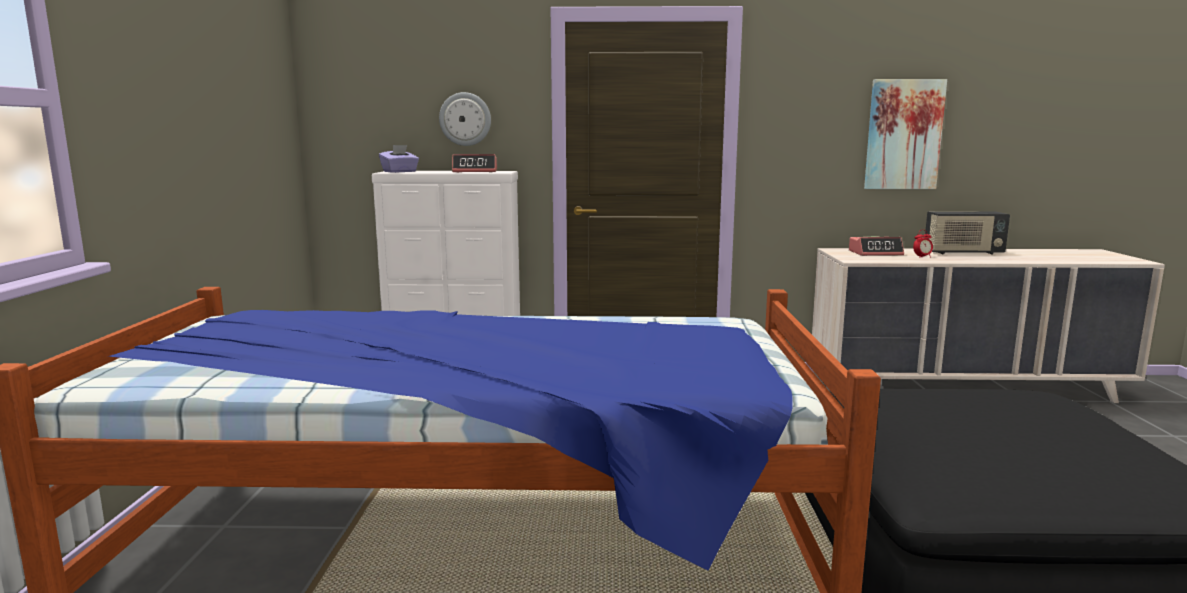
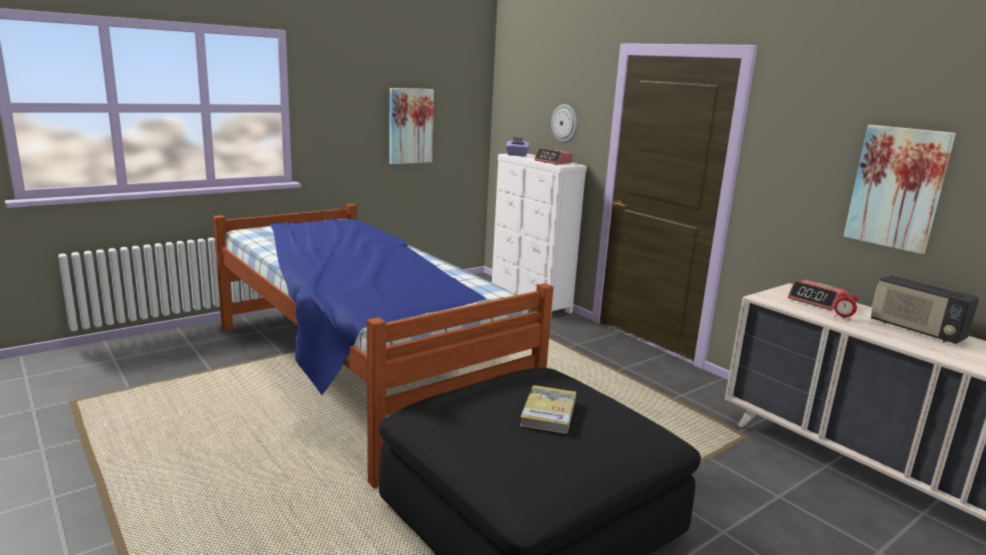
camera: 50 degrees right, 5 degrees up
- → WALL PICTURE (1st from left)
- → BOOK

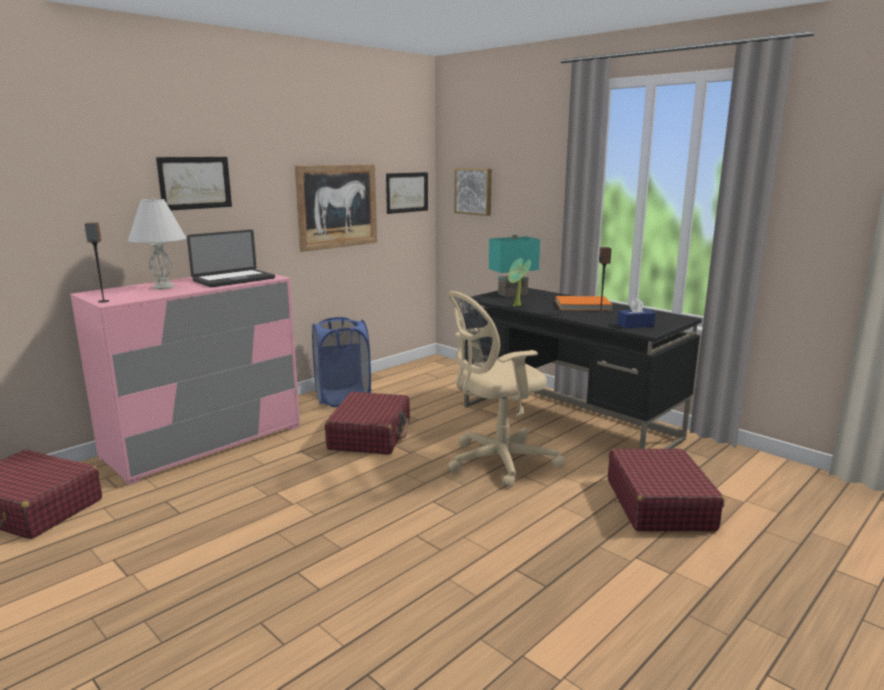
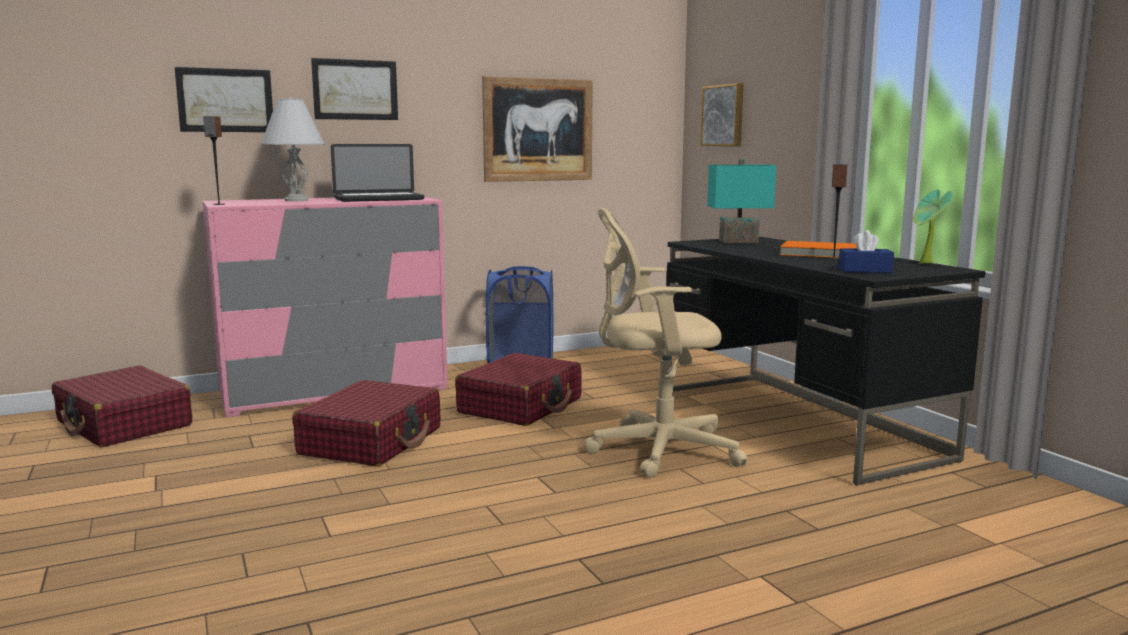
camera: 20 degrees right, 5 degrees down
WALL PICTURE (3rd from left in the first image) → WALL PICTURE (1st from left), moved
PLANT IN A POT, moved
RED TRAVEL CASE (3rd from left in the first image) → RED TRAVEL CASE (2nd from left), moved

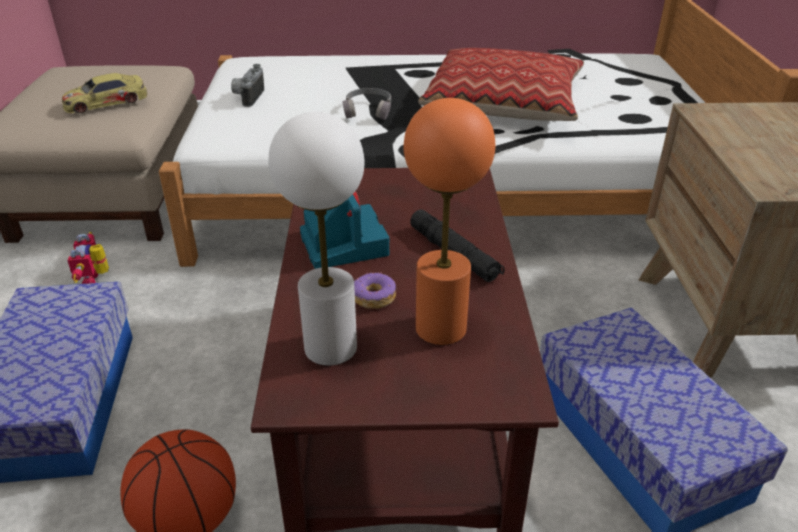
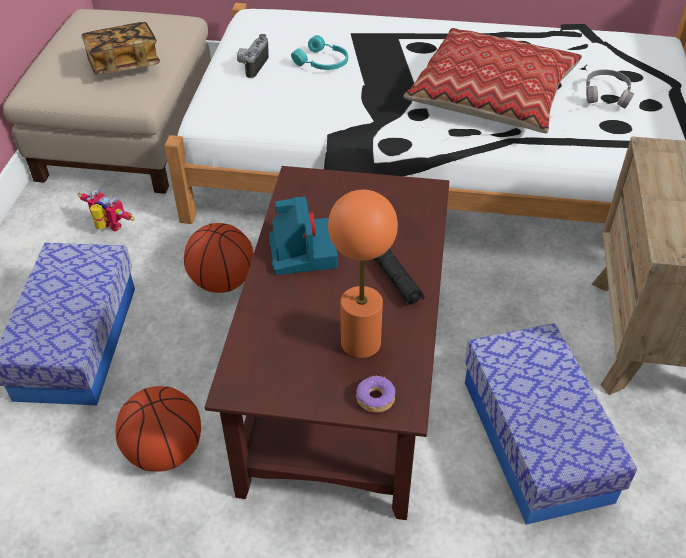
camera: 10 degrees right, 10 degrees up
TOY CAR → BOOK
ROBOT FIGURE, 120 degrees clockwise
WHITE LAMP FOR A TABLE → -
GRAY HEADPHONES, moved
RING DOUGHNUT, moved
- → BASKETBALL (2nd from left)
- → TURQUOISE-COLOURED HEADPHONES

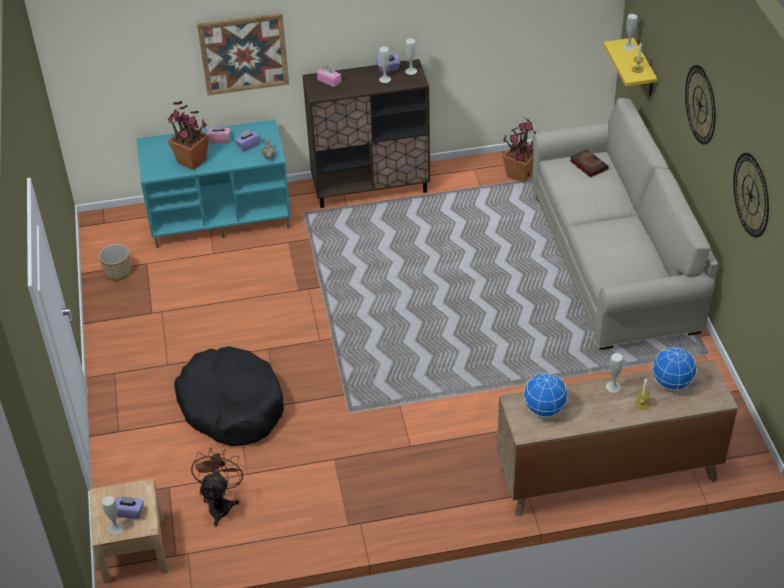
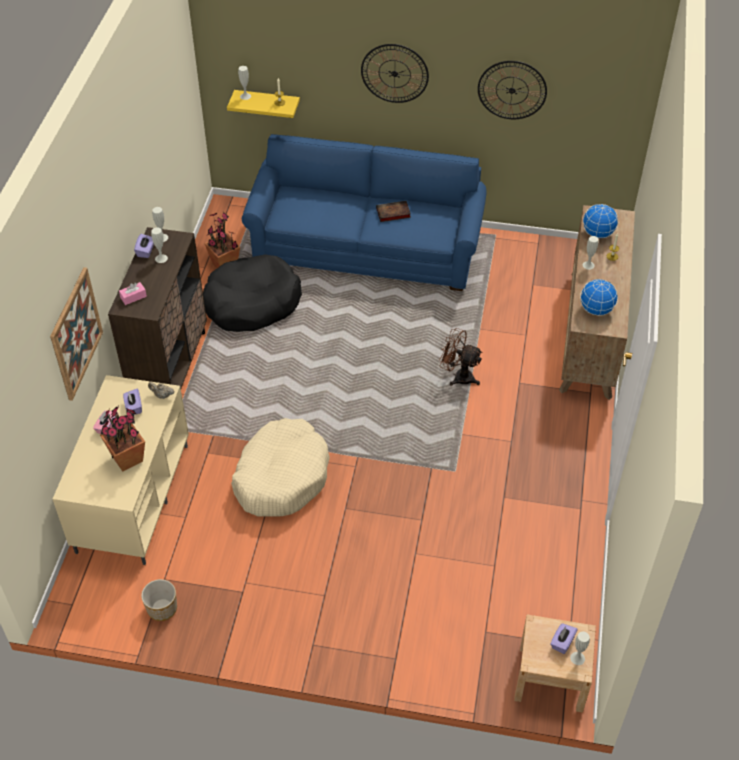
camera: 70 degrees left, 5 degrees up
TURQUOISE-COLOURED MEDIA CONSOLE → BEIGE MEDIA CONSOLE
BLACKISH DOG CUSHION, moved
BROWN FAN, moved
BEIGE SOFA → BLUE SOFA
BOOK, moved
- → BEIGE DOG CUSHION

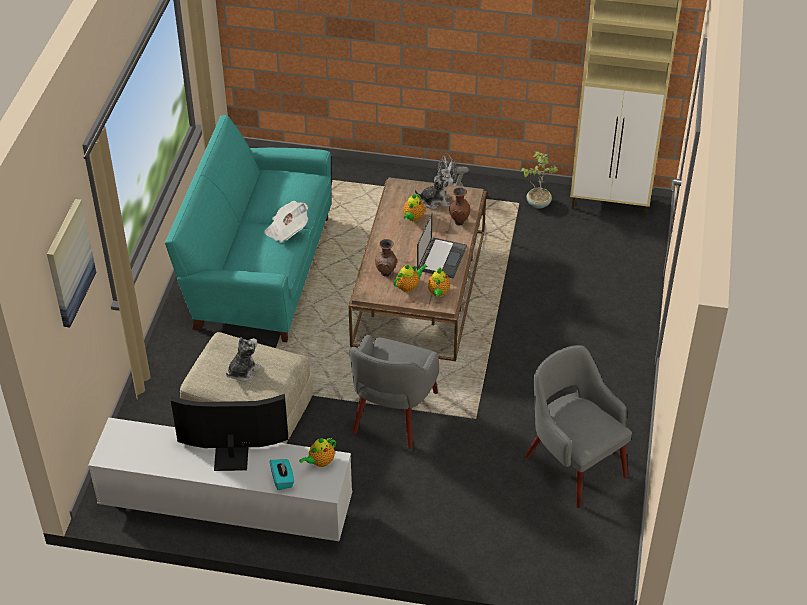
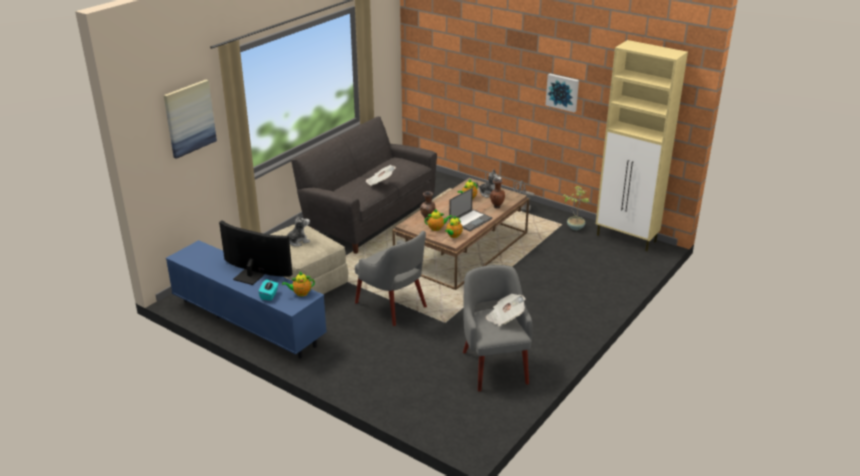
camera: 25 degrees right, 15 degrees down
WHITE MEDIA CONSOLE → BLUE MEDIA CONSOLE
TURQUOISE-COLOURED SOFA → GRAY SOFA
GRAY ARMCHAIR (1st from left), 90 degrees counterclockwise
- → DAILY PAPER (2nd from left)
- → WALL PICTURE (2nd from left)

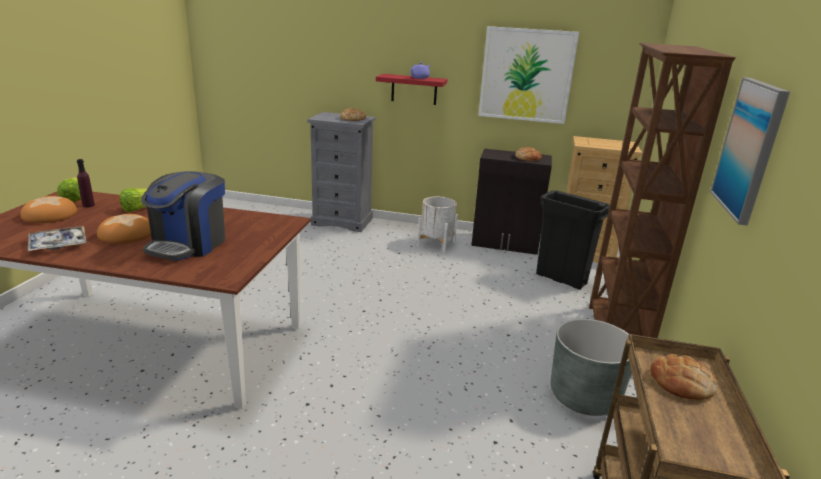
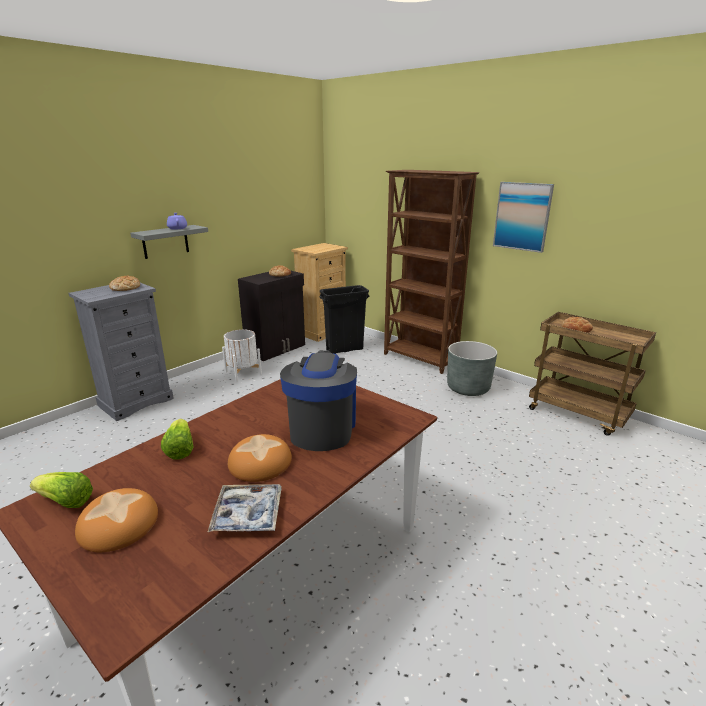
camera: 60 degrees left, 0 degrees up
PURPLISH BEVERAGE BOTTLE → -
COFFEE MACHINE, 135 degrees counterclockwise
RED BRACKET SHELF → GRAY BRACKET SHELF
WALL PICTURE (1st from left) → -

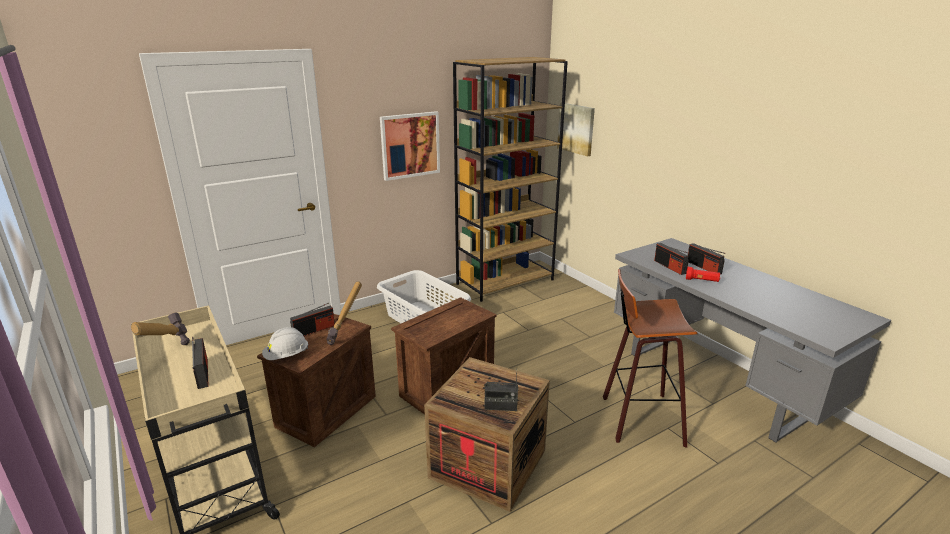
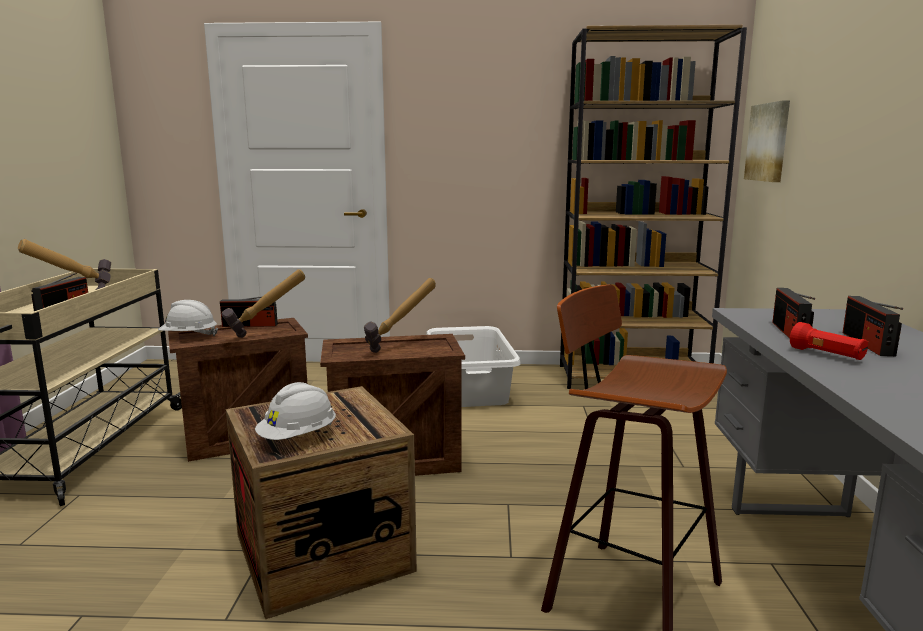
camera: 35 degrees right, 10 degrees down
WALL PICTURE (1st from left) → -
RADIO (3rd from left) → WHITE WORK HELMET (2nd from left)
- → TOOL HAMMER (3rd from left)

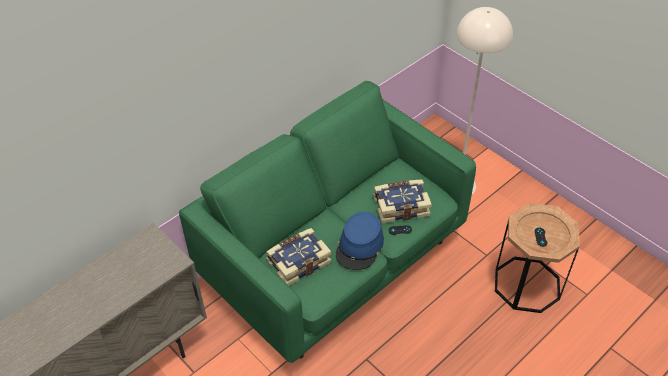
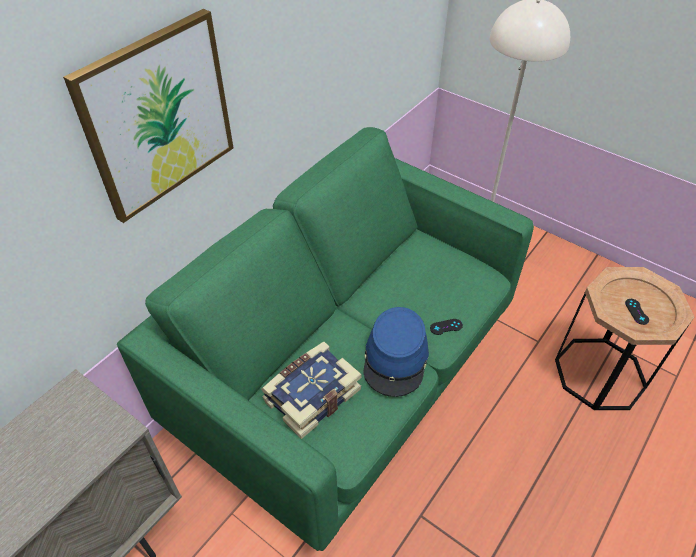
camera: 10 degrees left, 0 degrees up
BOOK (2nd from left) → -
- → WALL PICTURE

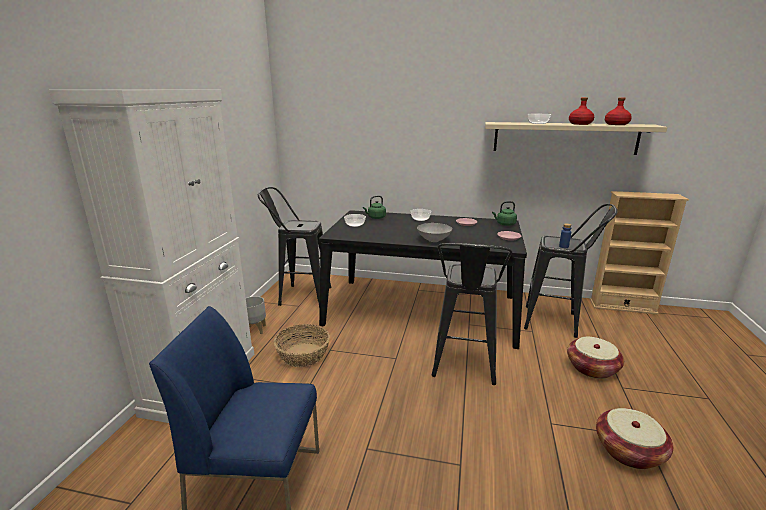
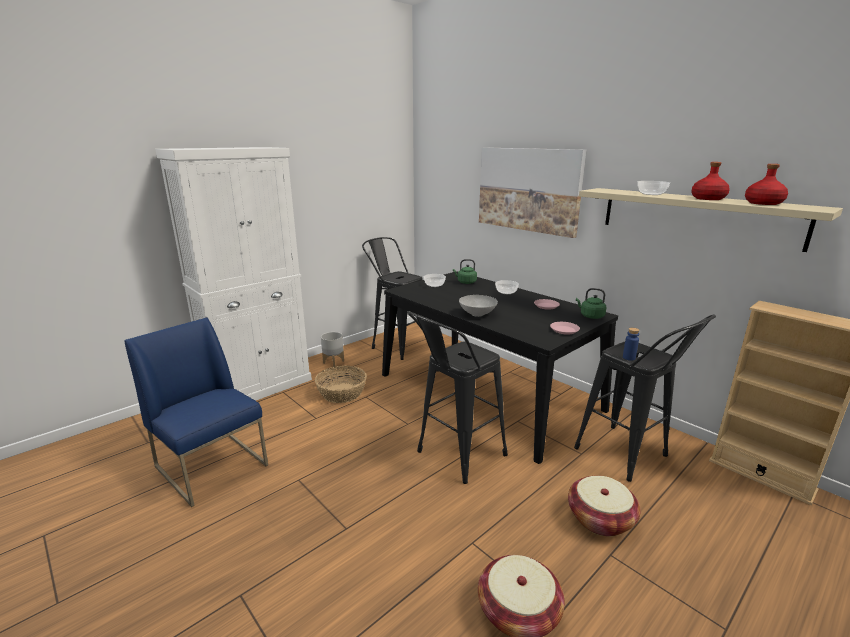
camera: 35 degrees right, 0 degrees up
- → WALL PICTURE

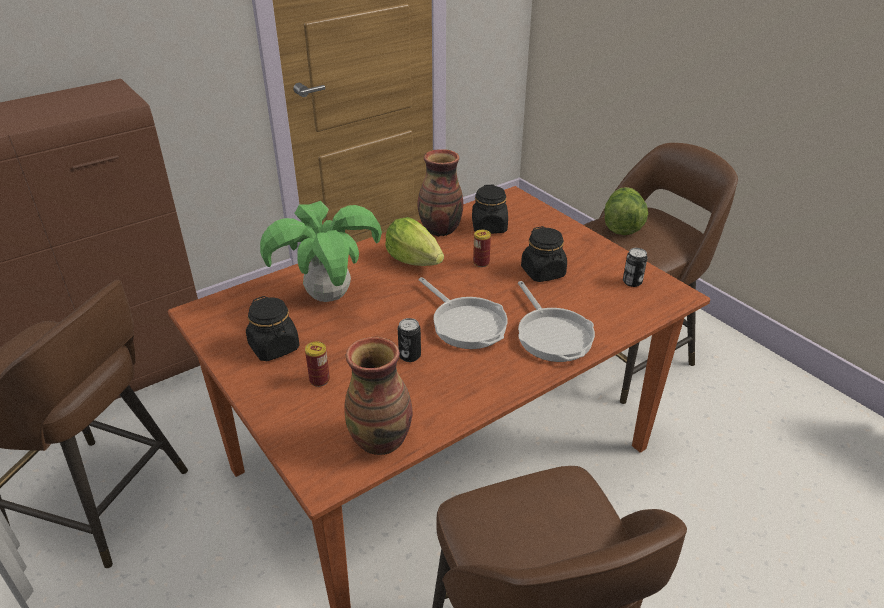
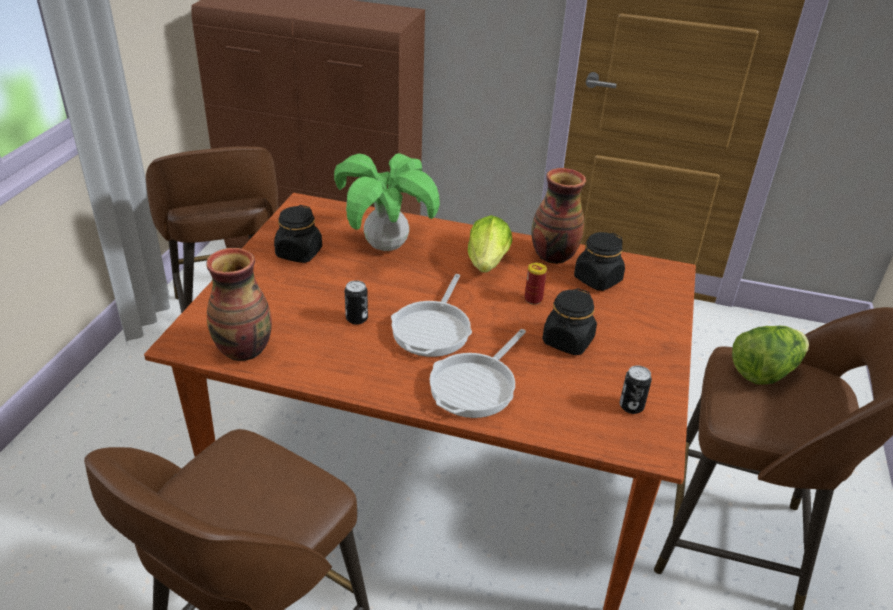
camera: 50 degrees right, 0 degrees up
SEALED CAN (1st from left) → -

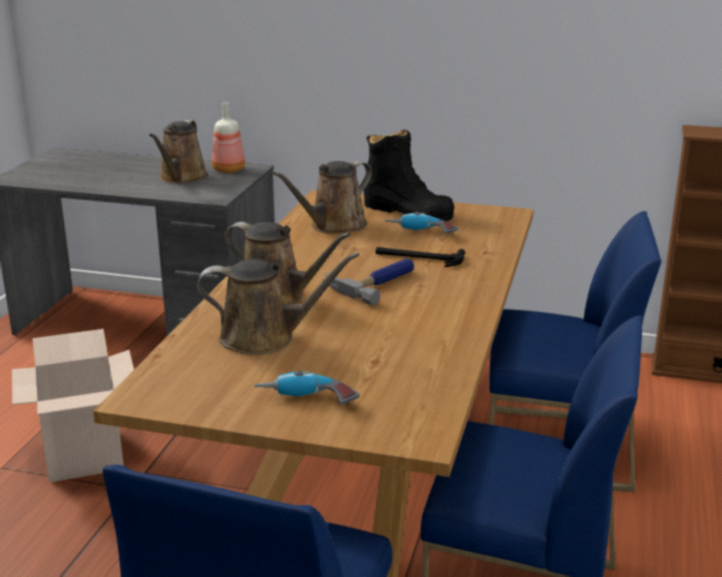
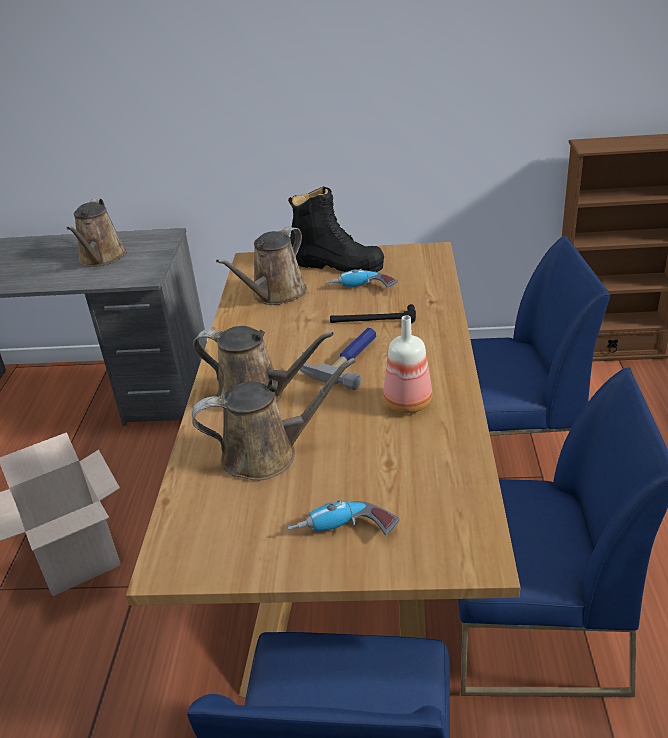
camera: 10 degrees left, 10 degrees up
BEVERAGE BOTTLE, moved

